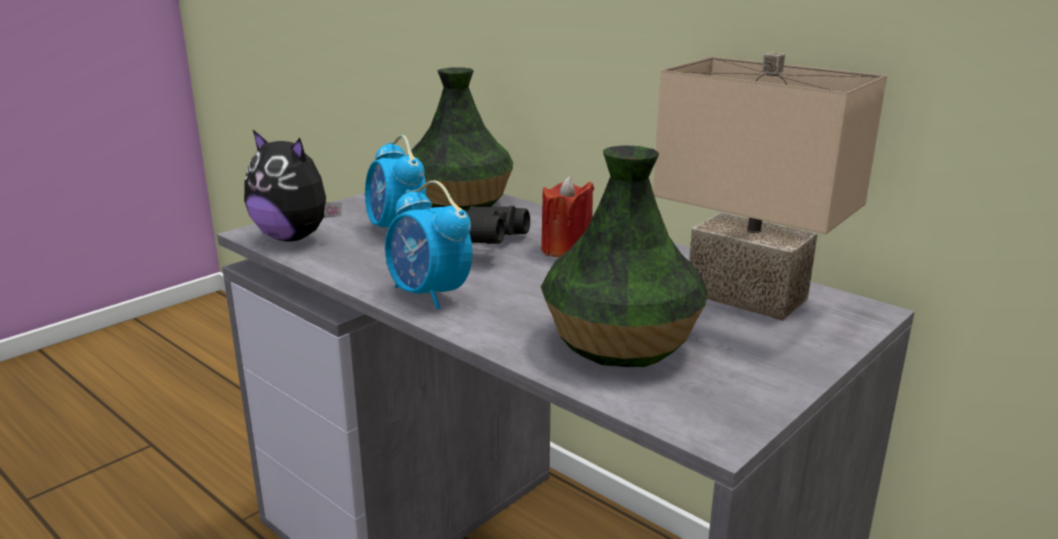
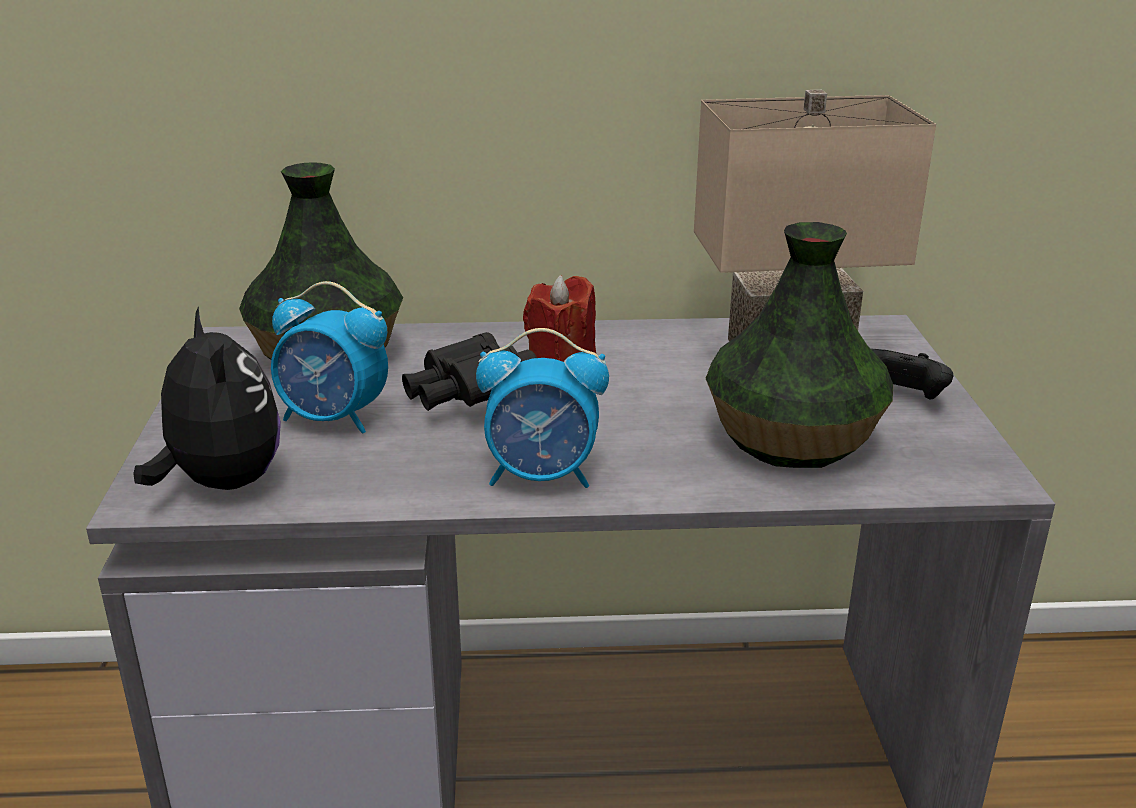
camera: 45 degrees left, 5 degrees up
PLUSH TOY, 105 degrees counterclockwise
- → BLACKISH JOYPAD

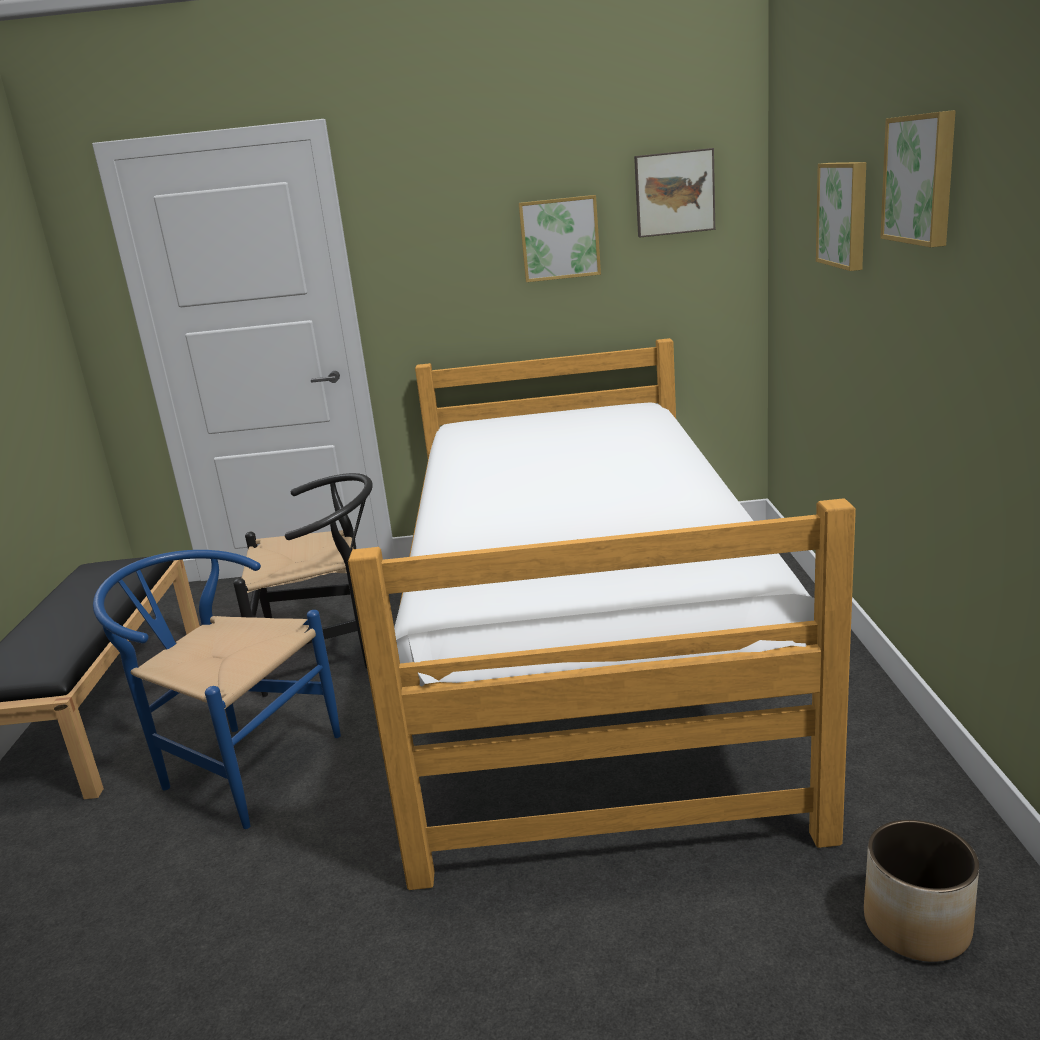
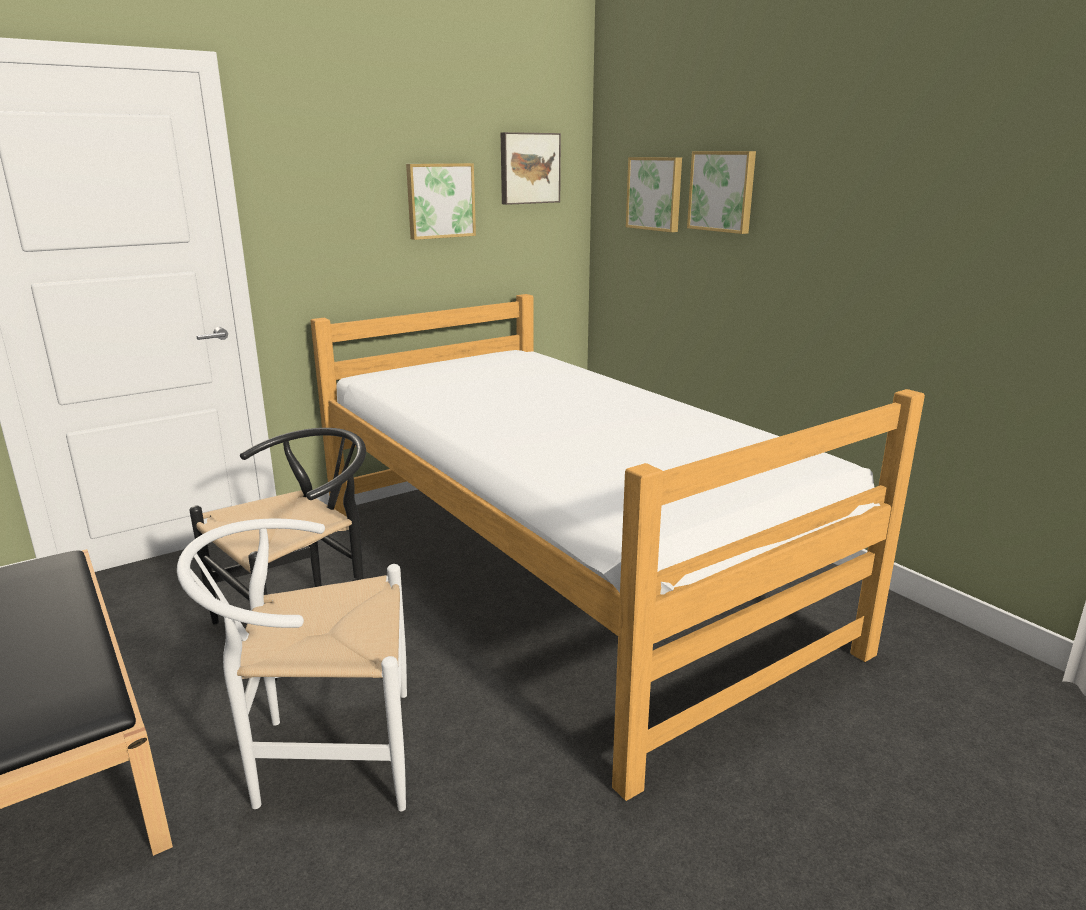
camera: 35 degrees left, 0 degrees up
BLUE UPRIGHT CHAIR → WHITE UPRIGHT CHAIR
FLOWER POT → -
WALL PICTURE (4th from left in the first image) → WALL PICTURE (3rd from left), moved

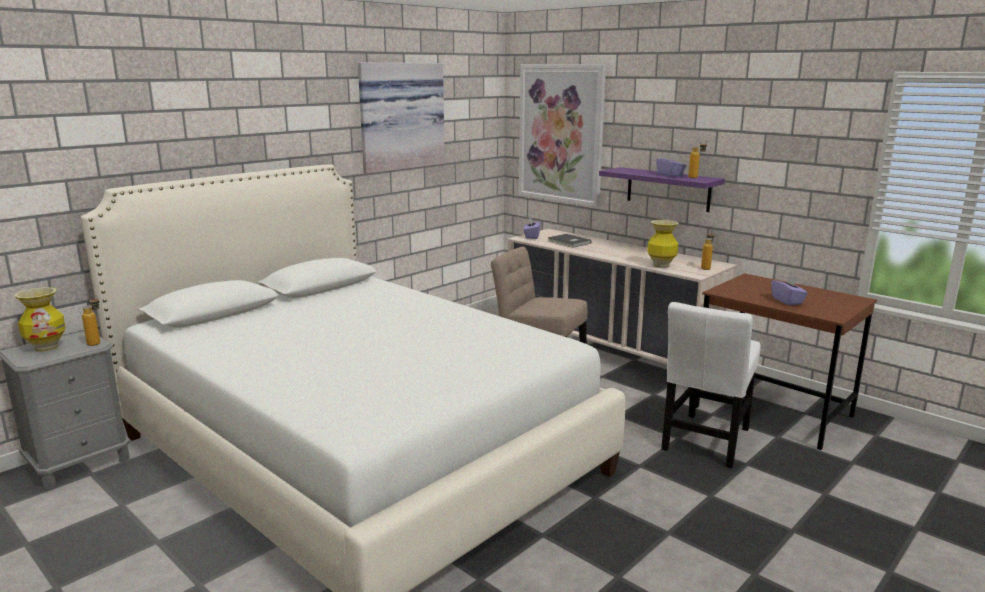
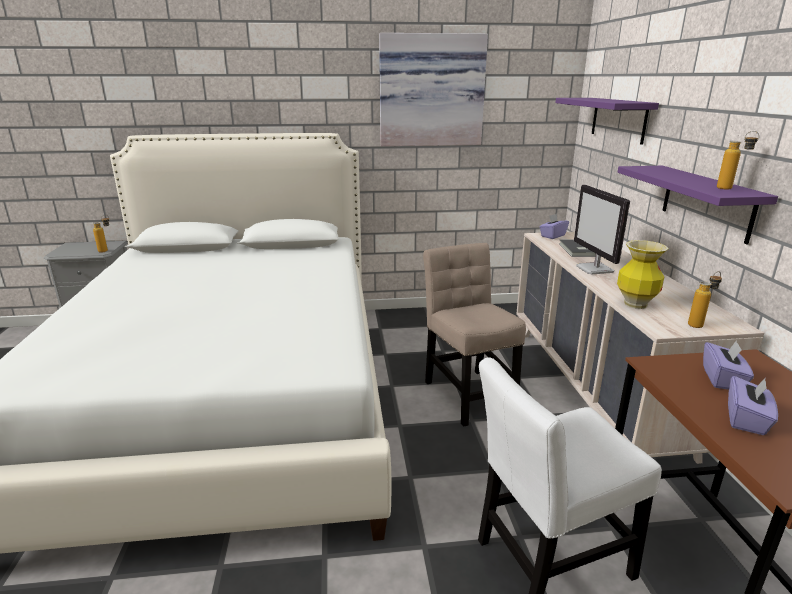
camera: 40 degrees right, 5 degrees up
DECORATIVE VASE (1st from left) → -
WALL PICTURE (2nd from left) → PURPLISH BRACKET SHELF (1st from left)
PURPLISH TISSUE BOX (2nd from left), moved
- → COMPUTER DISPLAY

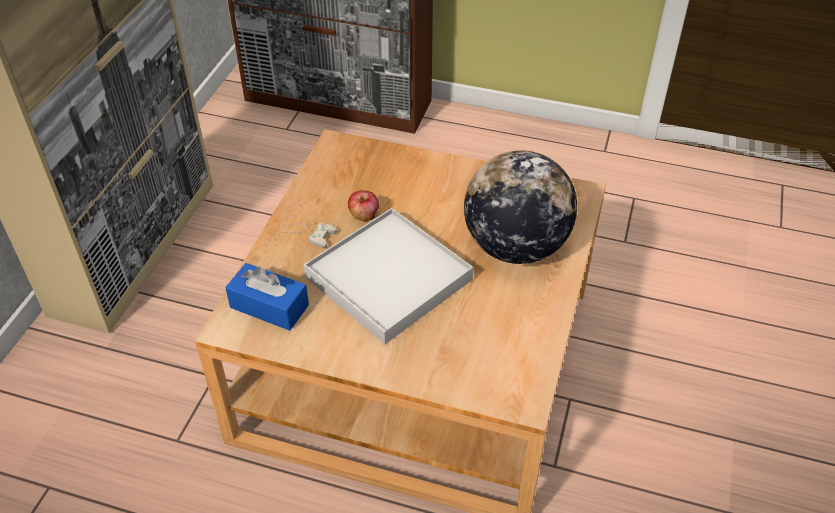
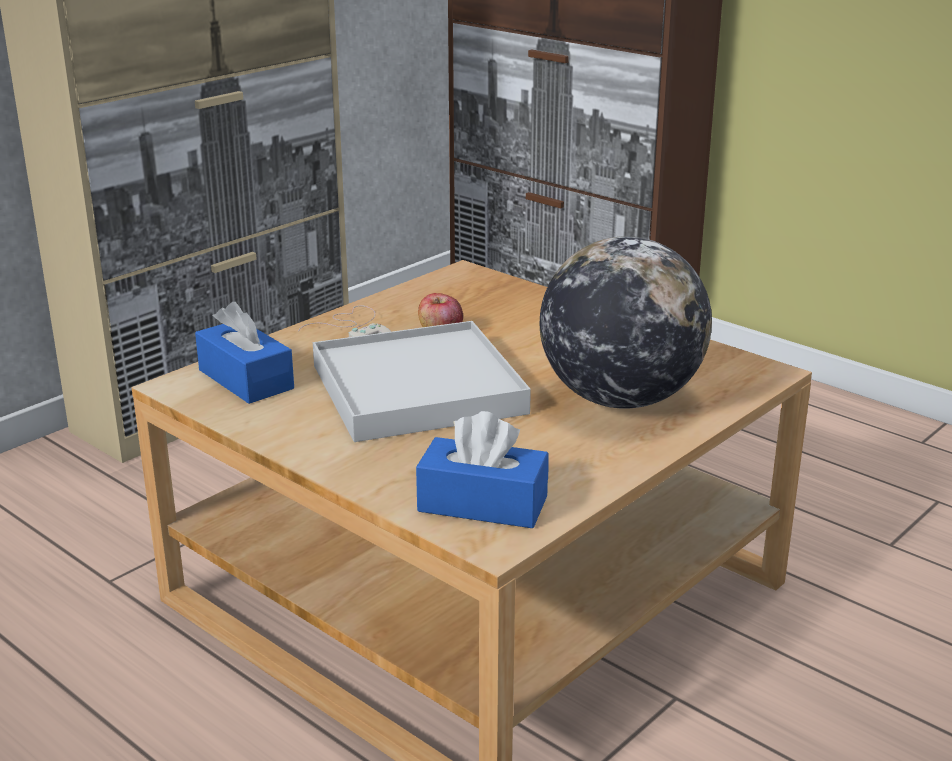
camera: 25 degrees right, 20 degrees down
- → BLUE TISSUE BOX (2nd from left)

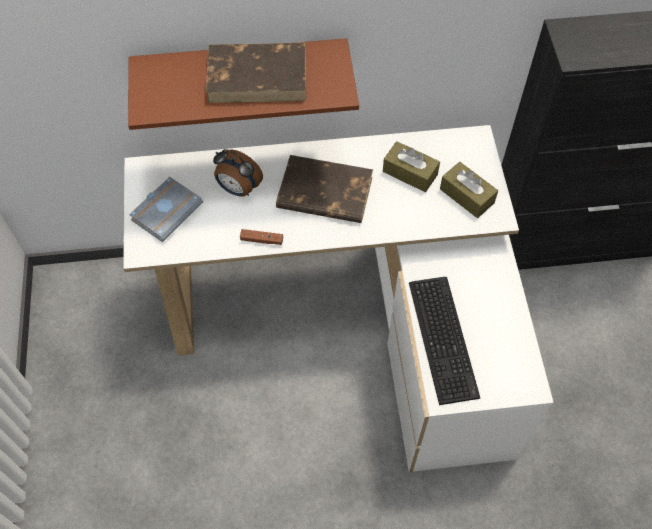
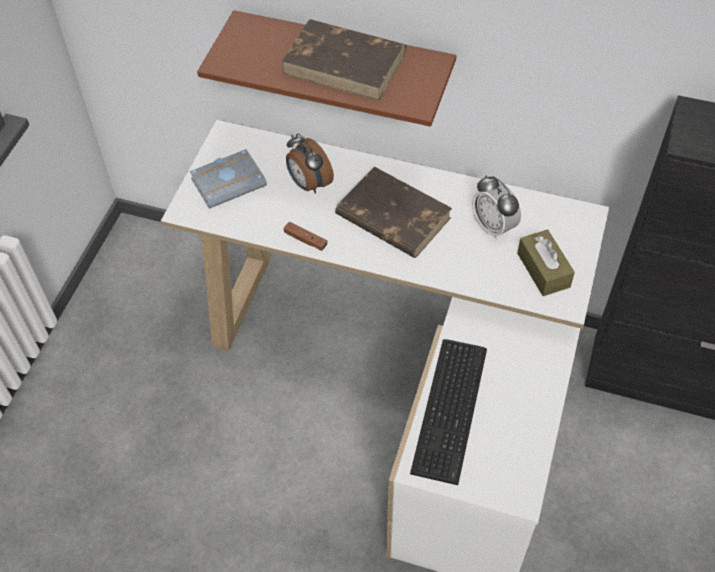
camera: 25 degrees right, 5 degrees down
BROWN TISSUE BOX (1st from left) → ALARM CLOCK (2nd from left)

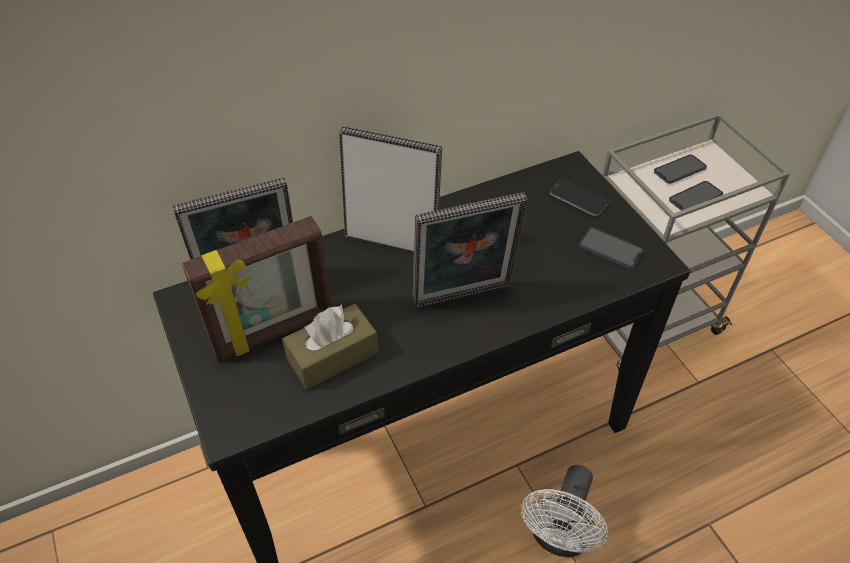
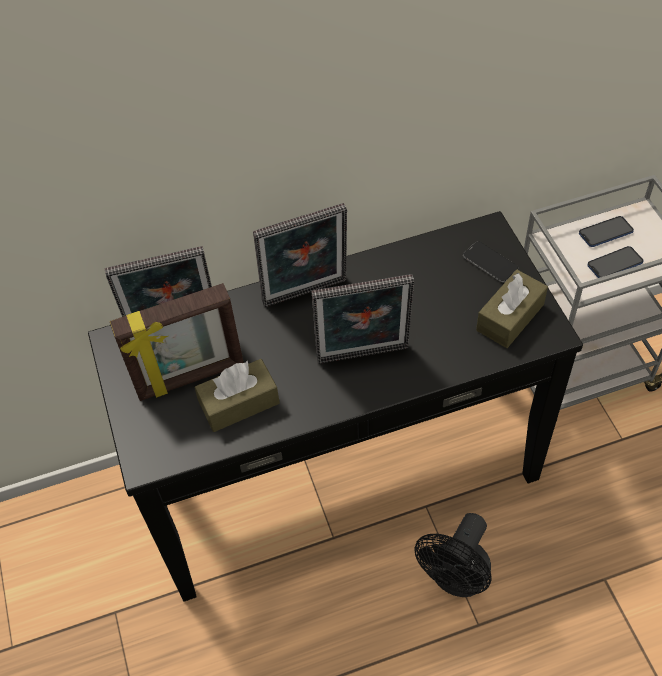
camera: 10 degrees right, 5 degrees up
PHOTO FRAME (3rd from left), 135 degrees clockwise
WHITE FAN → BLACKISH FAN
TELEPHONE (2nd from left) → BROWN TISSUE BOX (2nd from left)

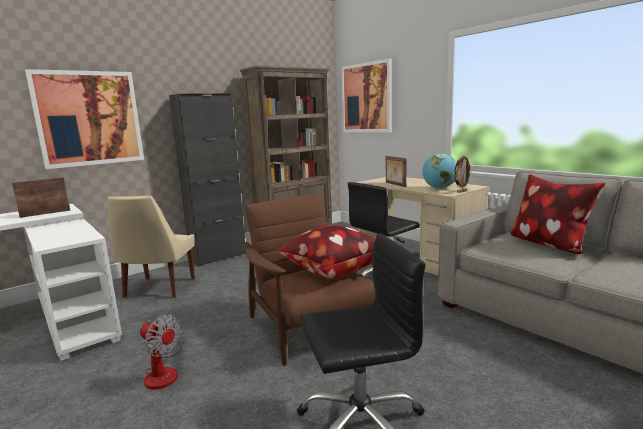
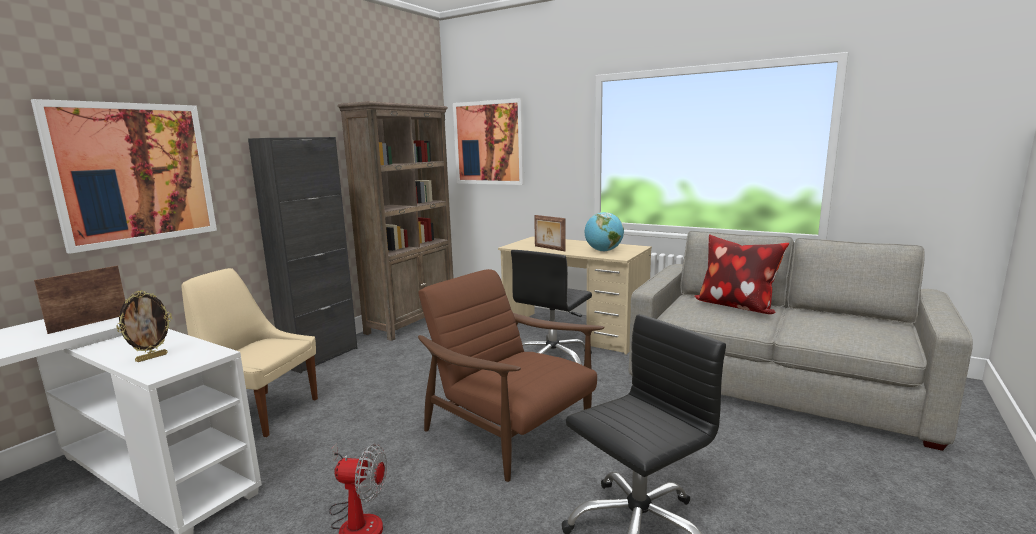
camera: 20 degrees left, 0 degrees up
BEIGE UPRIGHT CHAIR, 120 degrees clockwise
CUSHION (1st from left) → -
PHOTO FRAME (3rd from left in the first image) → PHOTO FRAME (2nd from left), moved

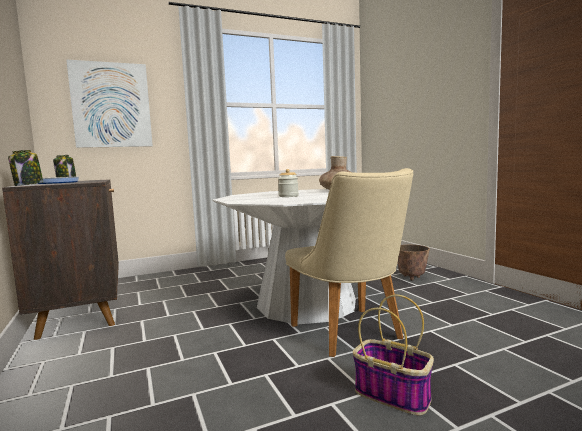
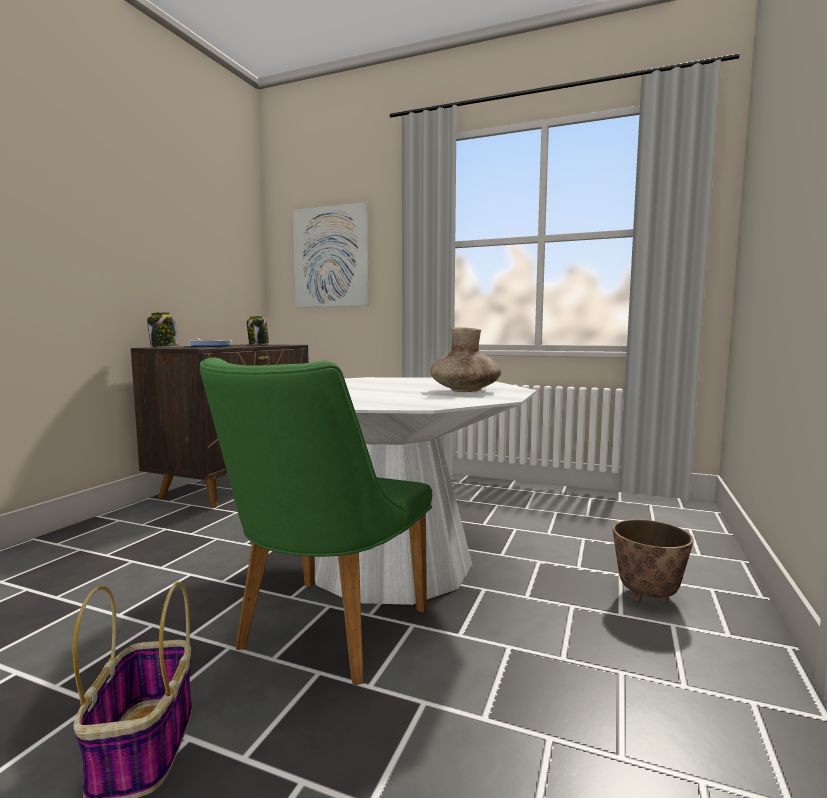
camera: 45 degrees right, 0 degrees up
STORAGE JAR (3rd from left) → -
BEIGE UPRIGHT CHAIR → GREENISH UPRIGHT CHAIR

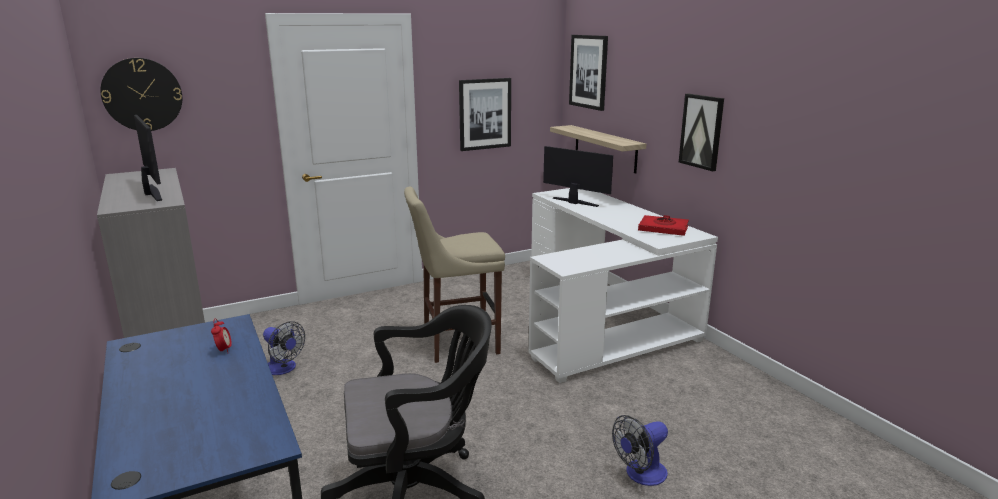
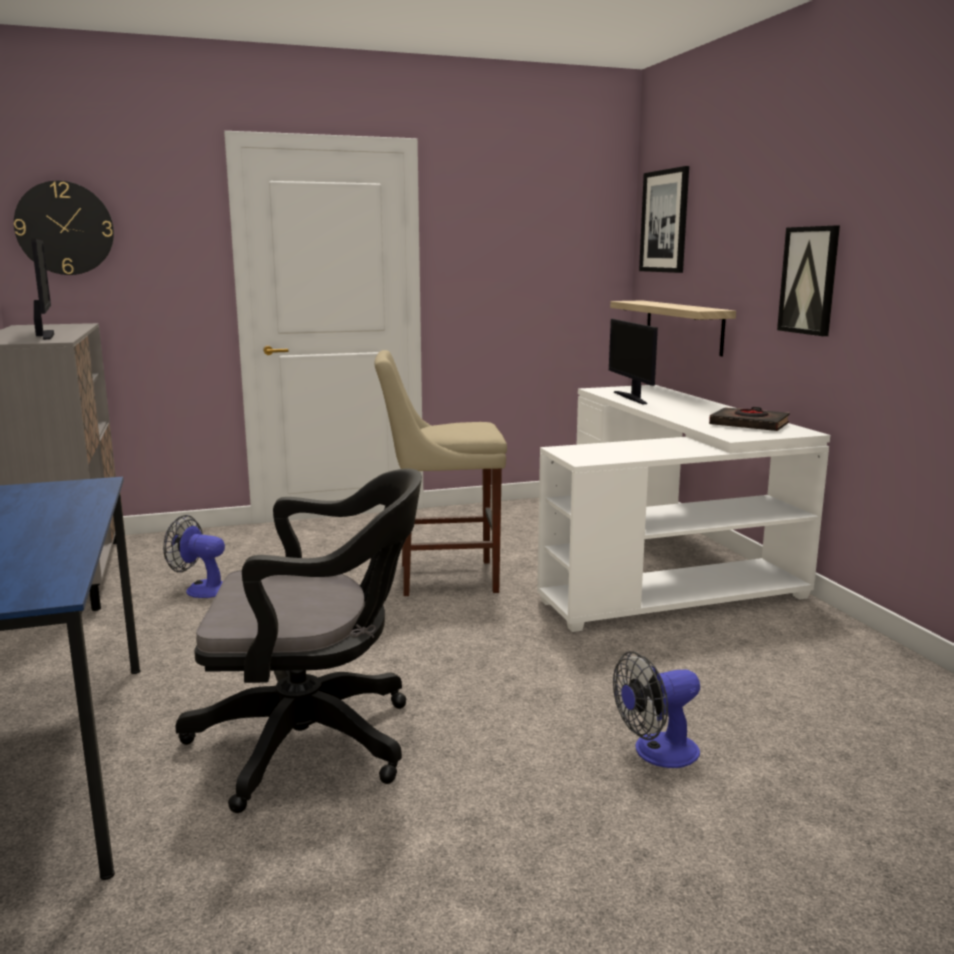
camera: 10 degrees right, 5 degrees down
ALARM CLOCK → -
FAN (1st from left), 150 degrees clockwise
WALL PICTURE (1st from left) → -
COMPUTER DISPLAY (2nd from left), 150 degrees counterclockwise
RED BOOK → BLACKISH BOOK

